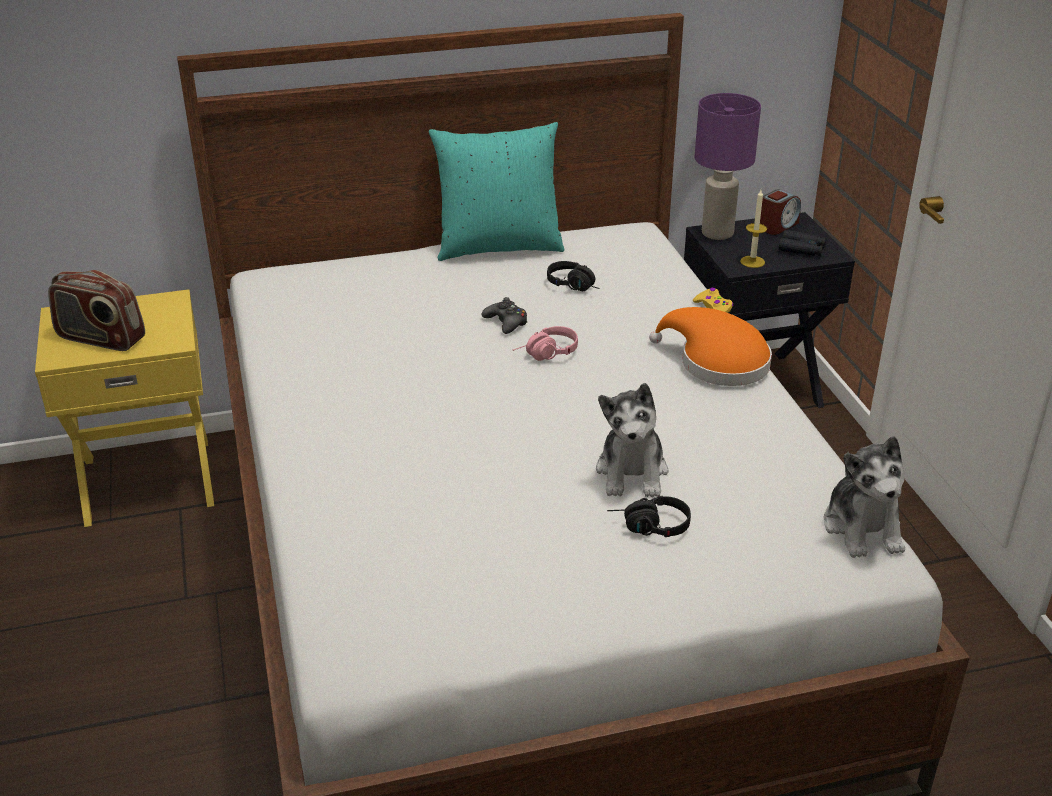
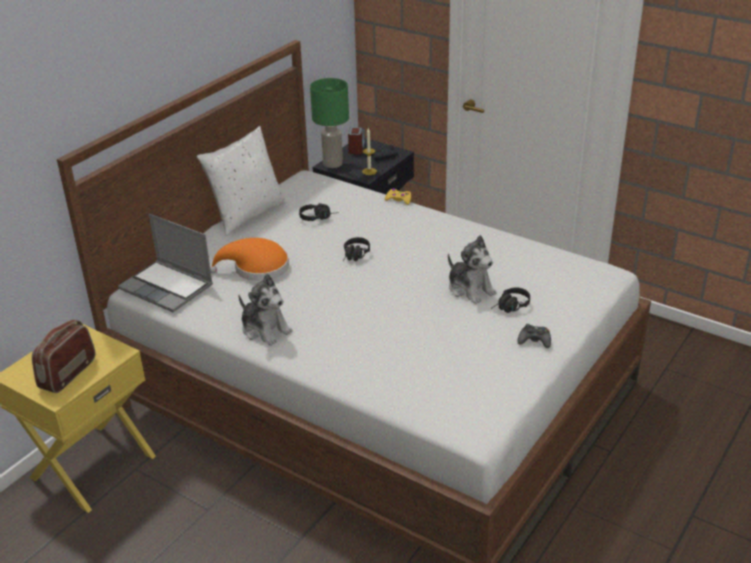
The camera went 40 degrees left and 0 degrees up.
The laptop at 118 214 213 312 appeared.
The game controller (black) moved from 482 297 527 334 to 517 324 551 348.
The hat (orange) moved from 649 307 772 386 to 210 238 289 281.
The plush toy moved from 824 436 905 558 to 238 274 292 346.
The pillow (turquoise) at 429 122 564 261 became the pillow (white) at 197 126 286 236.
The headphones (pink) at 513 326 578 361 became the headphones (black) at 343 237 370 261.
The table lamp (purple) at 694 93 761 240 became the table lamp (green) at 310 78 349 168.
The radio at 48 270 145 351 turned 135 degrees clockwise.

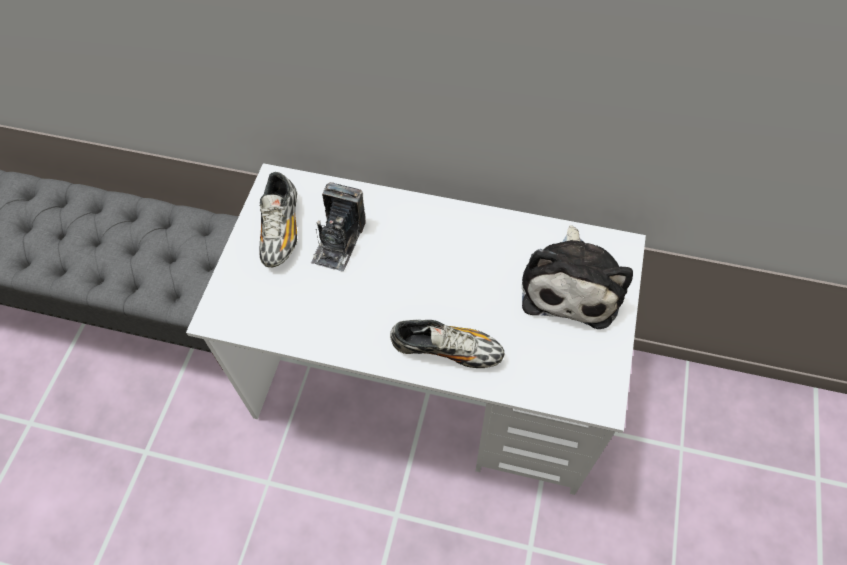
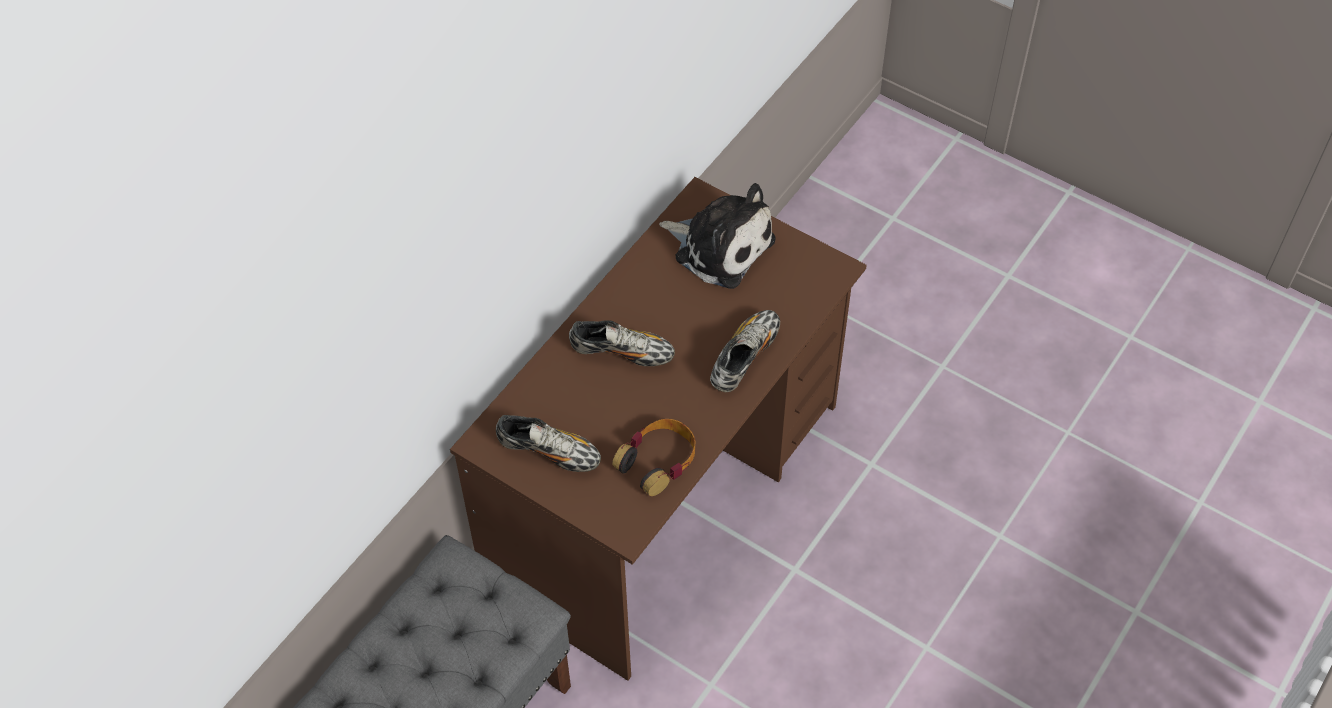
The camera went 70 degrees left and 5 degrees down.
The photo camera at 311 182 366 272 disappeared.
The shoe at 569 320 675 366 appeared.
The headphones at 612 419 695 496 appeared.
The desk (white) at 186 163 646 495 became the desk (brown) at 450 177 867 681.

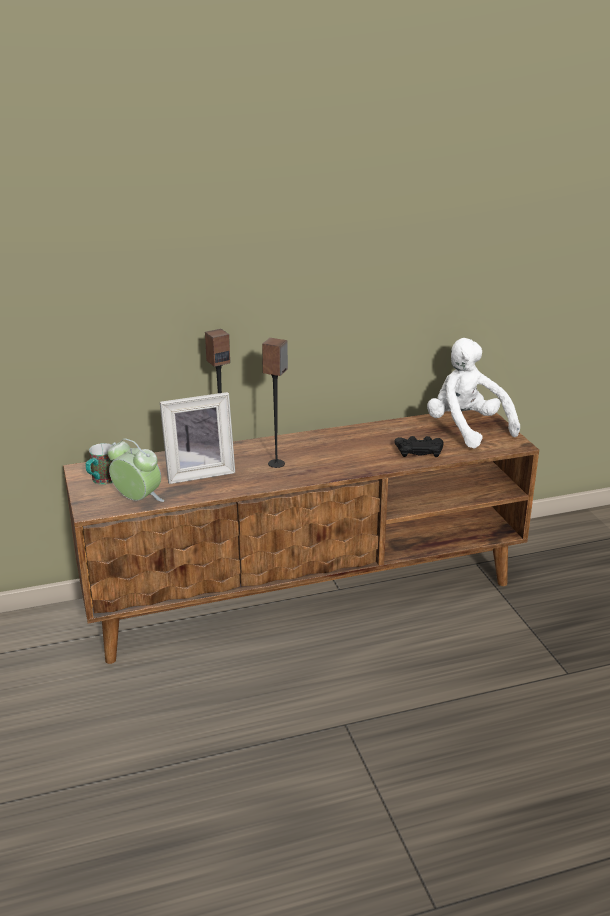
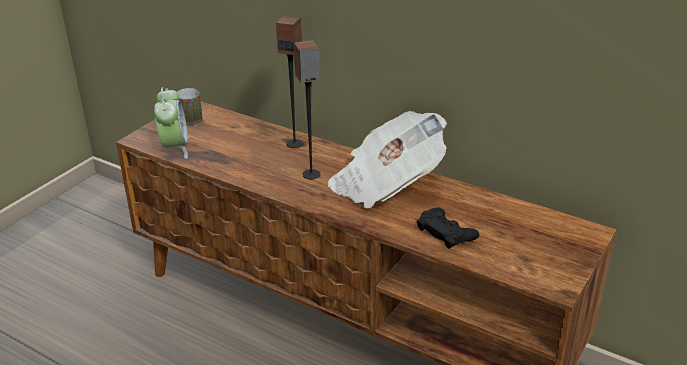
The camera went 50 degrees right and 5 degrees up.
The picture frame at 160 392 235 484 disappeared.
The plush toy (white) at 427 338 520 448 disappeared.
The newspaper at 328 111 447 209 appeared.

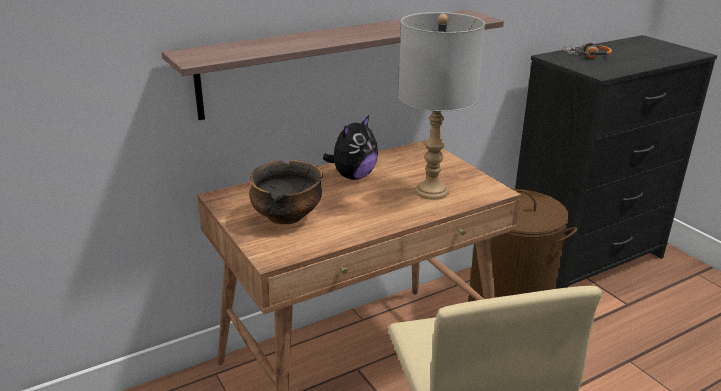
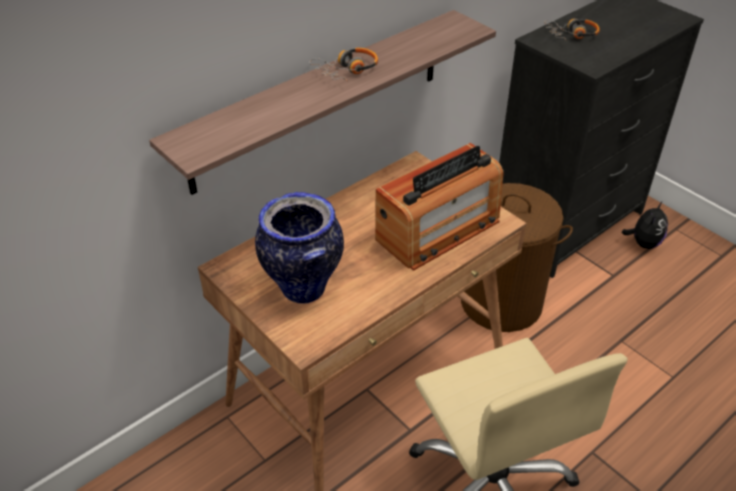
The camera went 10 degrees left and 15 degrees up.
The headphones at 309 48 378 81 appeared.
The plush toy moved from 323 115 378 180 to 621 202 668 249.
The bowl at 249 160 323 224 was replaced by the vase at 255 192 344 304.
The table lamp (grey) at 398 12 485 200 was replaced by the radio at 375 143 504 271.

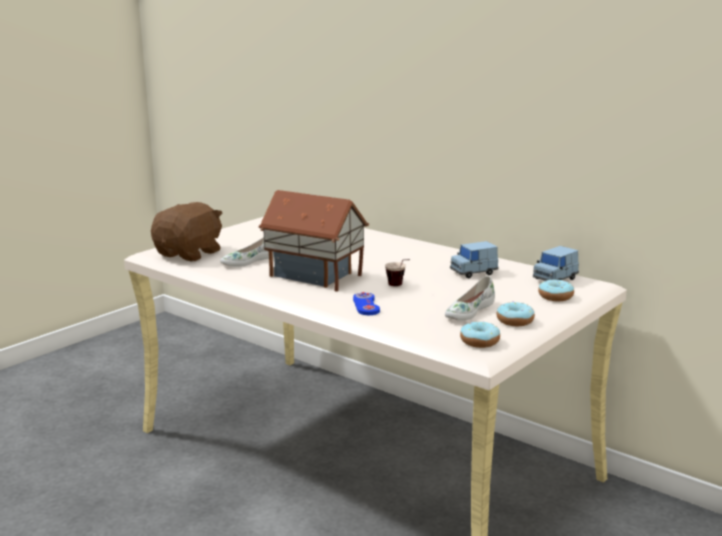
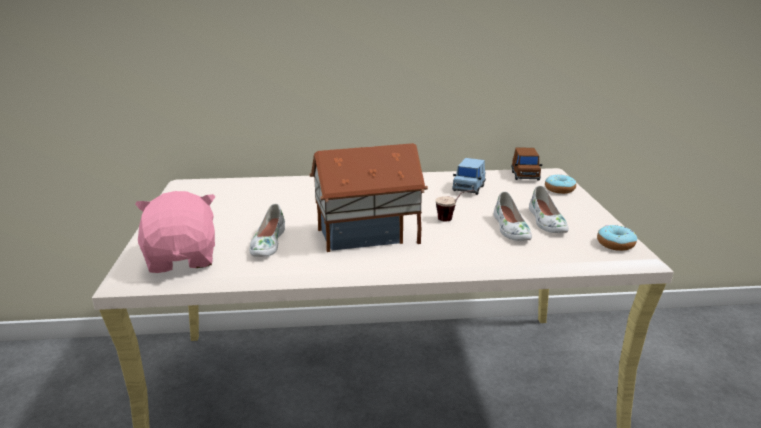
The camera went 45 degrees left and 5 degrees up.
The game controller (blue) at 353 292 380 315 disappeared.
The donut at 497 301 535 326 disappeared.
The shoe (white) at 494 192 532 241 appeared.
The plush toy (brown) at 151 202 223 261 became the plush toy (pink) at 135 191 215 273.
The toy car (blue) at 533 246 579 281 became the toy car (brown) at 511 147 542 181.

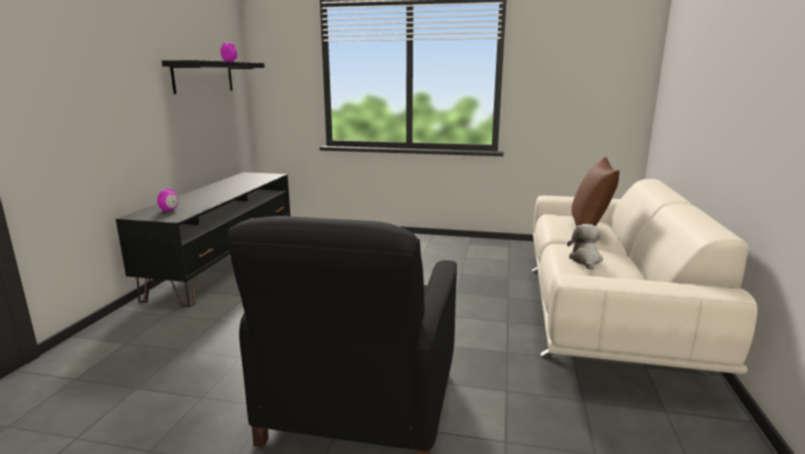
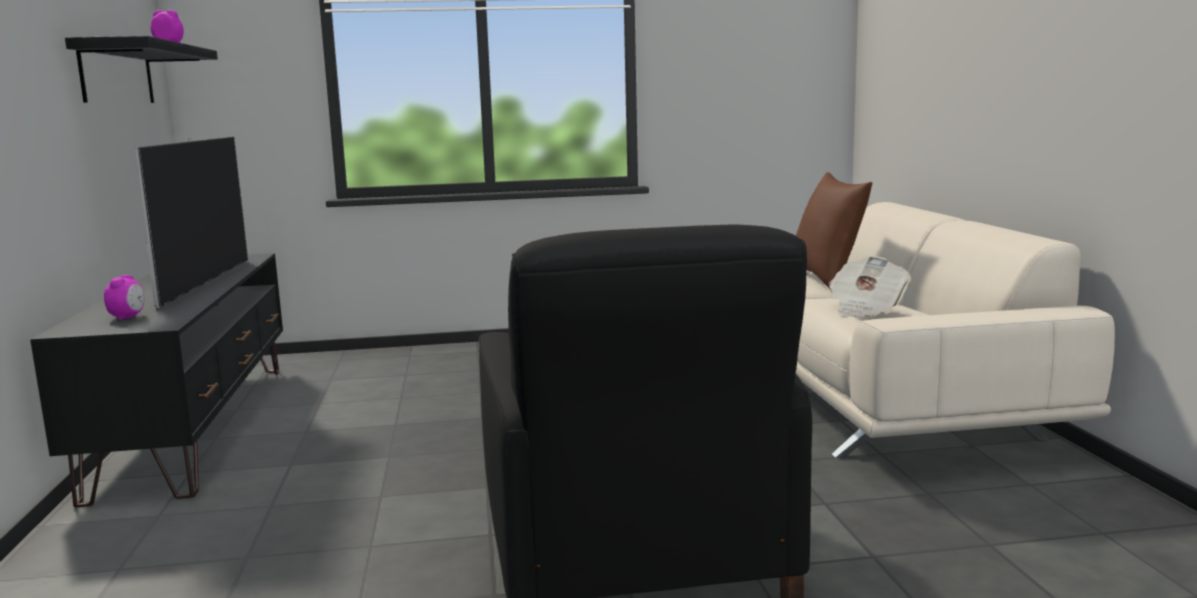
The camera went 20 degrees left and 5 degrees down.
The television at 135 137 248 308 appeared.
The plush toy at 567 224 603 270 was replaced by the newspaper at 829 256 911 317.

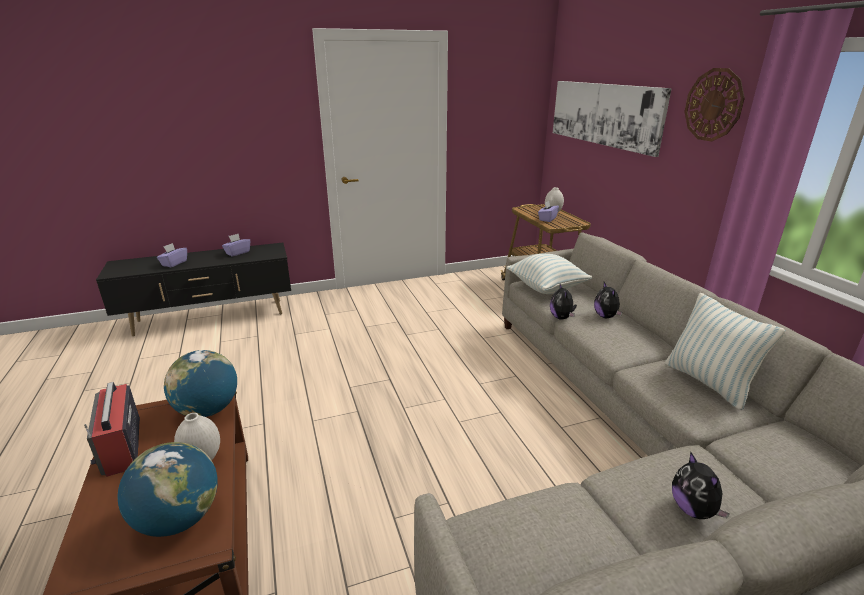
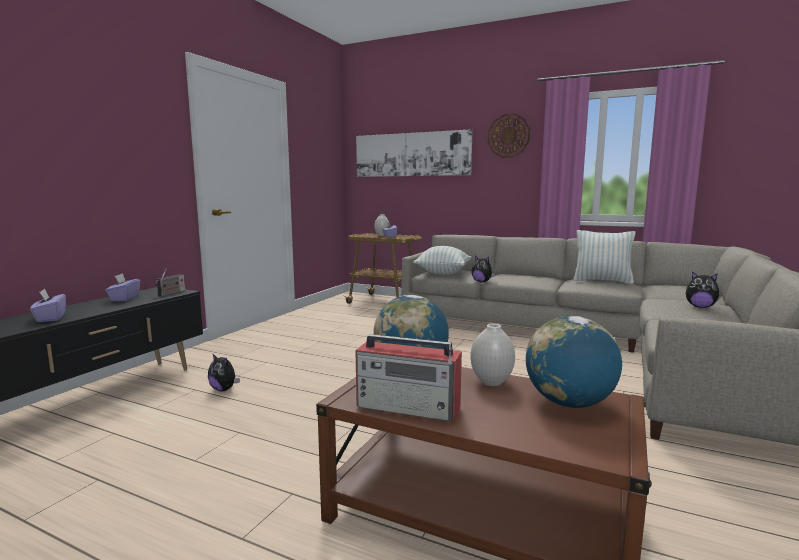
The camera went 45 degrees left and 15 degrees down.
The radio at 155 268 185 296 appeared.
The plush toy moved from 594 282 622 318 to 208 353 240 391.

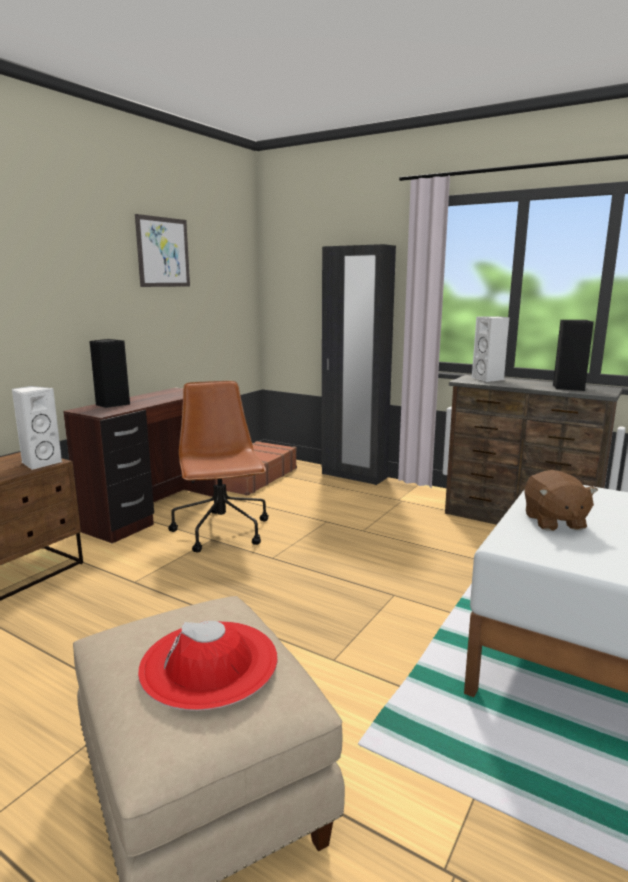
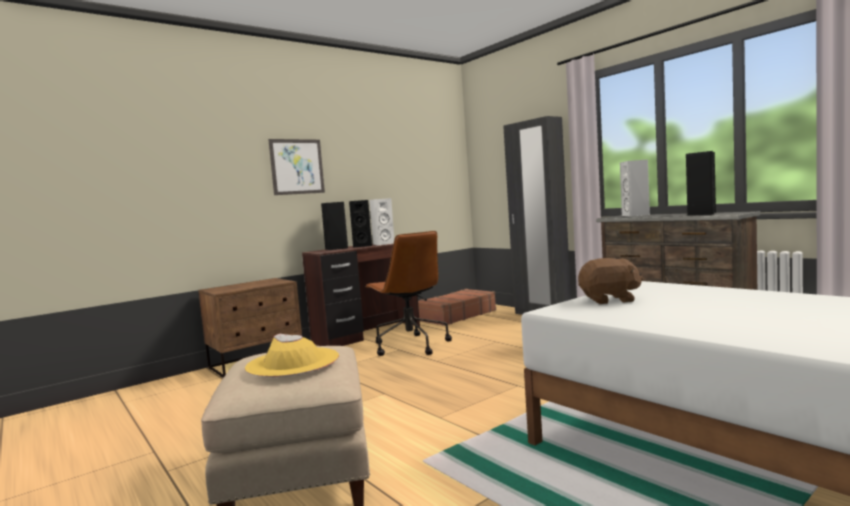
The camera went 20 degrees right and 10 degrees down.
The speaker (black) at 349 200 372 247 appeared.
The speaker (white) moved from 12 386 62 470 to 369 198 394 245.
The picture moved from 135 214 190 287 to 268 139 325 195.
The hat (red) at 138 621 278 711 became the hat (yellow) at 245 334 339 377.
The office chair (brown) at 168 381 269 553 turned 150 degrees clockwise.
The plush toy (brown) at 524 470 598 531 turned 105 degrees counterclockwise.

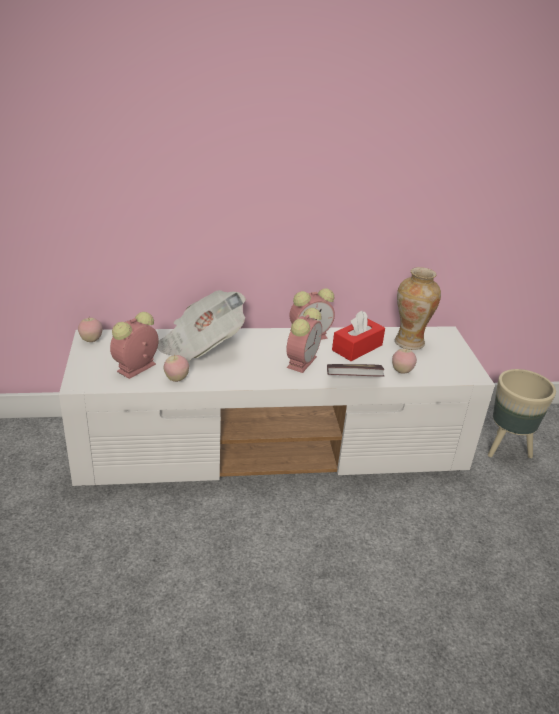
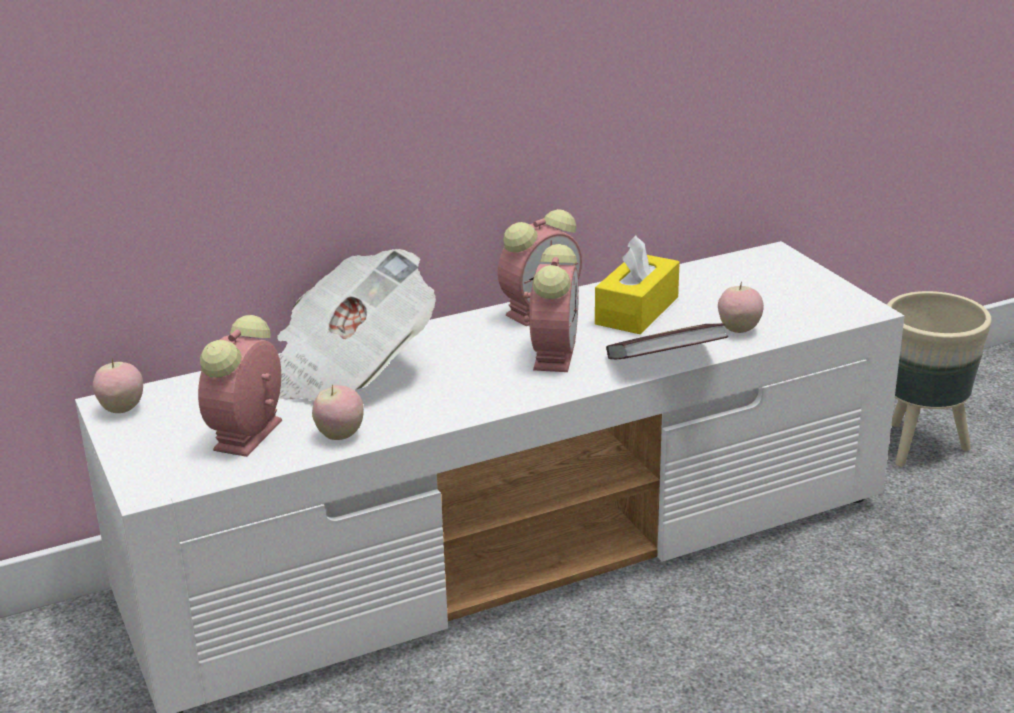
The camera went 15 degrees left and 5 degrees down.
The vase at 395 267 441 350 disappeared.
The tissue box (red) at 332 311 385 361 became the tissue box (yellow) at 595 235 680 334.

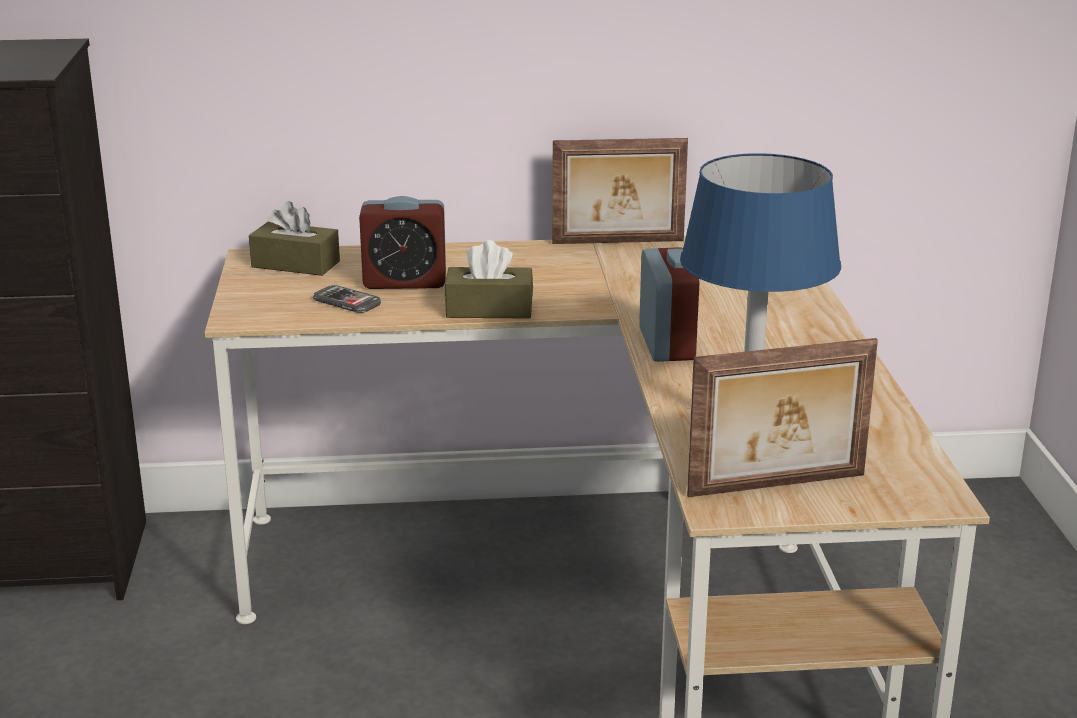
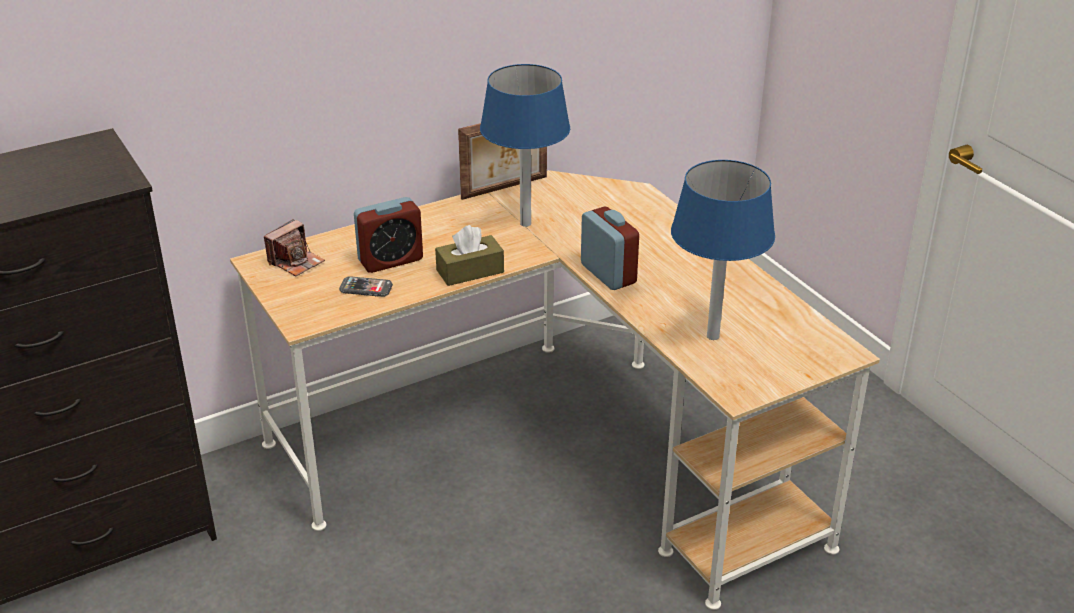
The camera went 25 degrees left and 10 degrees up.
The picture frame at 687 338 878 497 disappeared.
The table lamp (blue) at 480 64 570 227 appeared.
The tissue box (brown) at 249 201 340 276 was replaced by the photo camera at 264 219 325 276.

